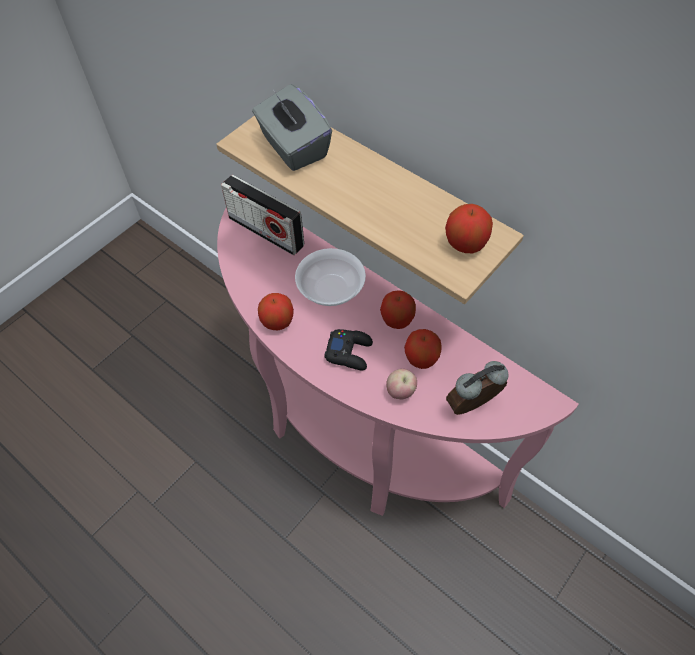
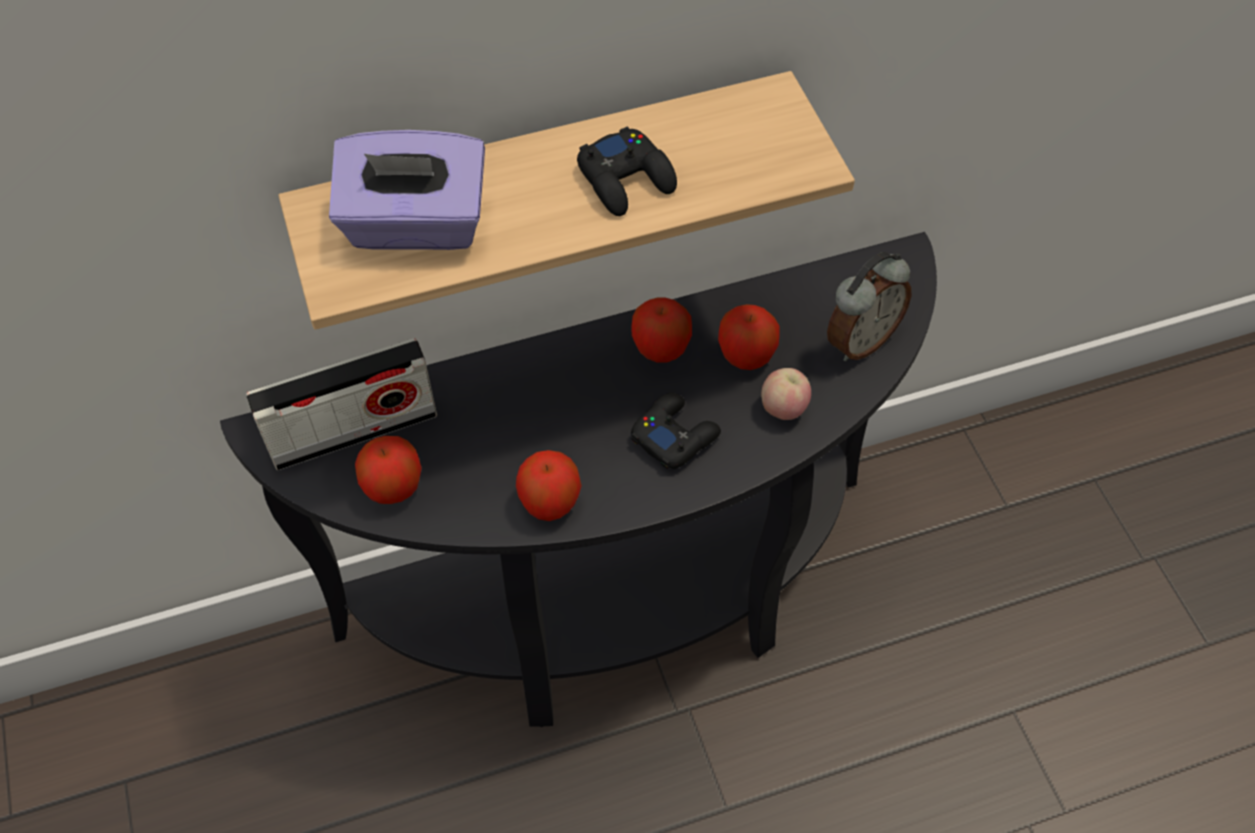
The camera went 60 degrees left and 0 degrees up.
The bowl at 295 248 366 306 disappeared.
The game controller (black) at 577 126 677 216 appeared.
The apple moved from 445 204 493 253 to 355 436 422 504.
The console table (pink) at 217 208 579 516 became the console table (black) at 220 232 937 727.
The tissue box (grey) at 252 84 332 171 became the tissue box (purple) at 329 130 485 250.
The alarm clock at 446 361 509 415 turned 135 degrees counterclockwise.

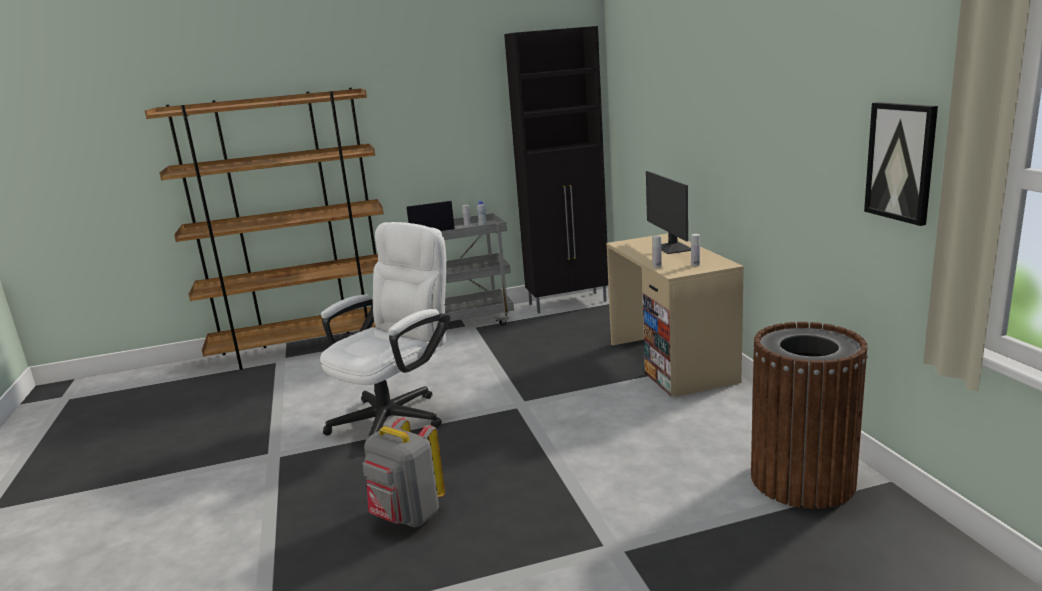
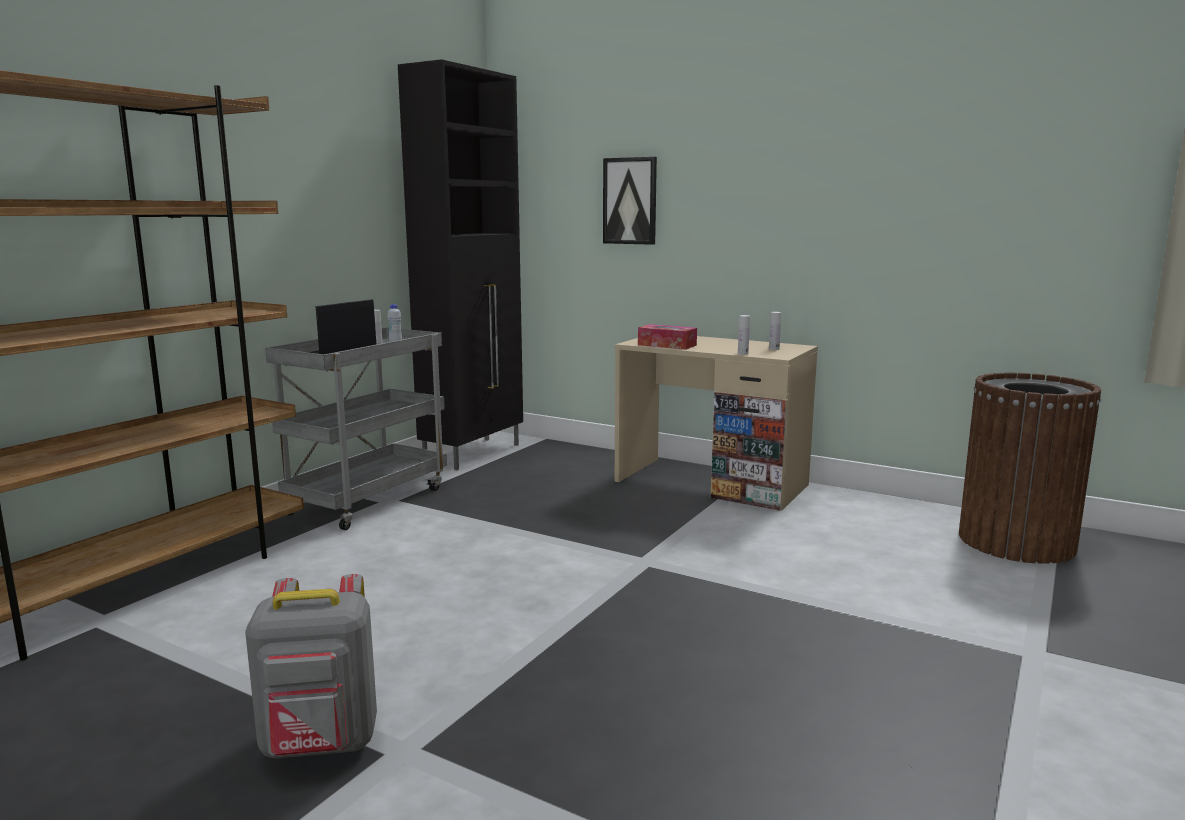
The camera went 45 degrees left and 5 degrees down.
The office chair (white) at 320 222 450 437 disappeared.
The monitor at 646 171 691 254 disappeared.
The tissue box at 638 324 697 350 appeared.
The backpack (grey) moved from 362 417 445 528 to 245 574 377 759.
The picture moved from 864 102 938 226 to 603 157 657 245.

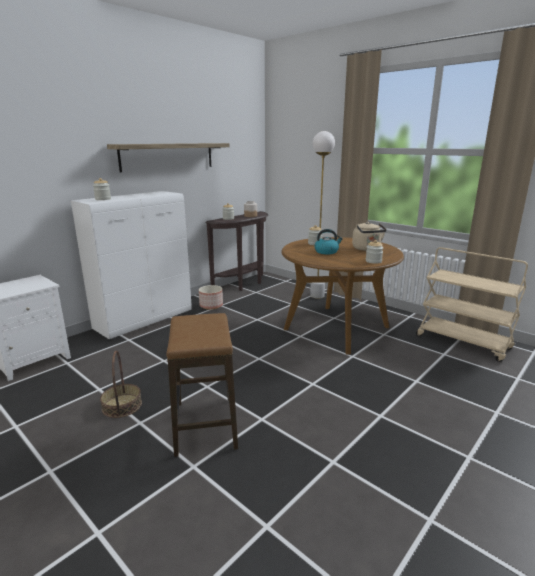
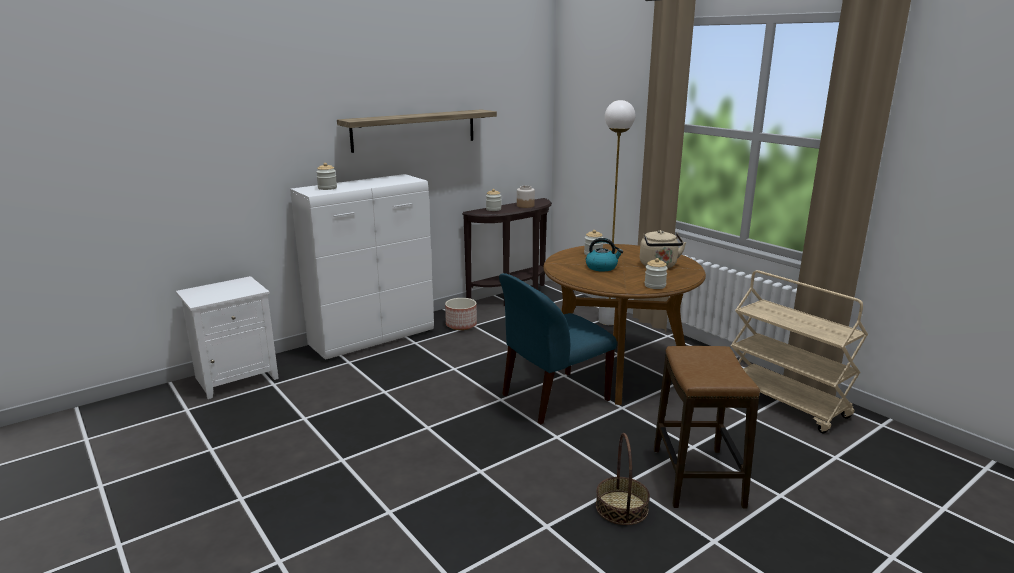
The camera went 10 degrees right and 0 degrees up.
The chair (blue) at 499 273 617 424 appeared.
The basket moved from 100 350 142 418 to 596 433 650 525.
The stool moved from 166 313 238 457 to 654 346 760 508.

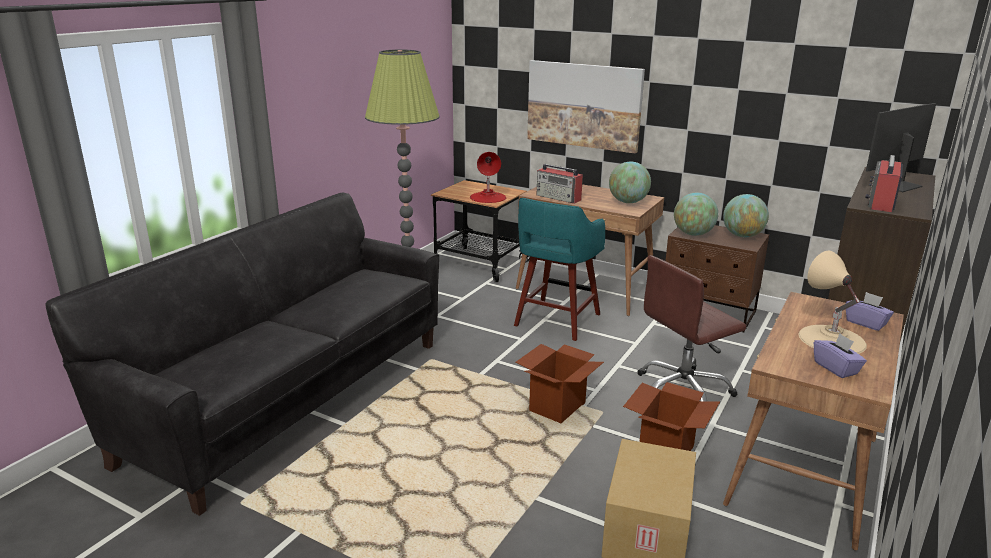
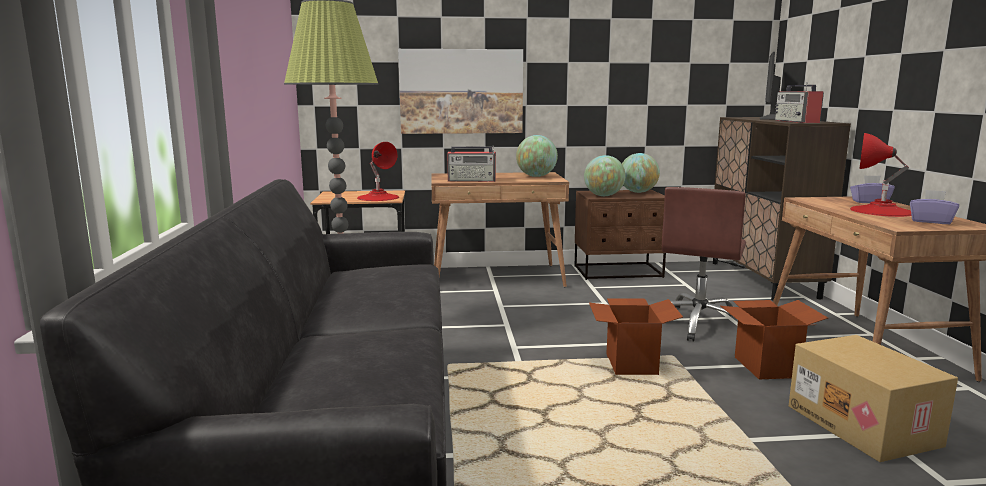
The camera went 35 degrees left and 10 degrees down.
The stool (turquoise) at 514 198 605 341 disappeared.
The table lamp (beige) at 799 251 867 354 became the table lamp (red) at 850 133 911 217.

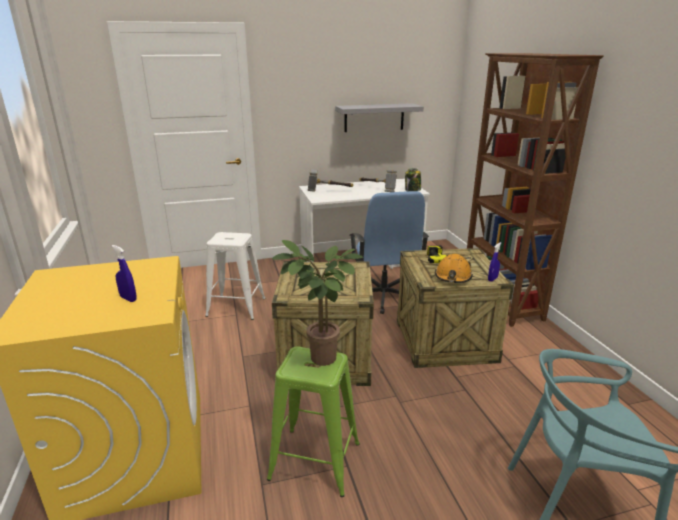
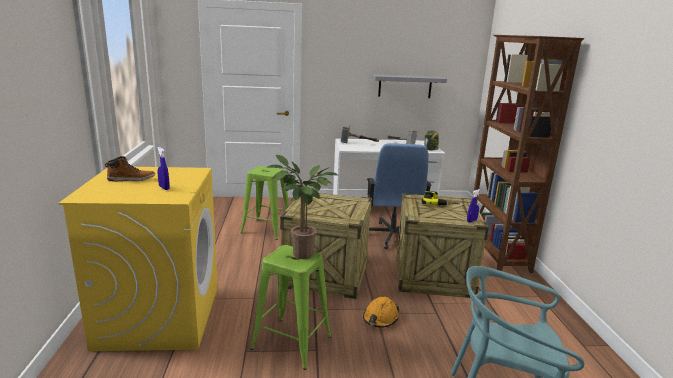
The camera went 10 degrees right and 5 degrees down.
The boot at 105 156 155 181 appeared.
The hard hat (orange) moved from 435 254 473 283 to 363 297 400 328.
The stool (white) at 205 232 266 320 became the stool (green) at 240 166 289 240.

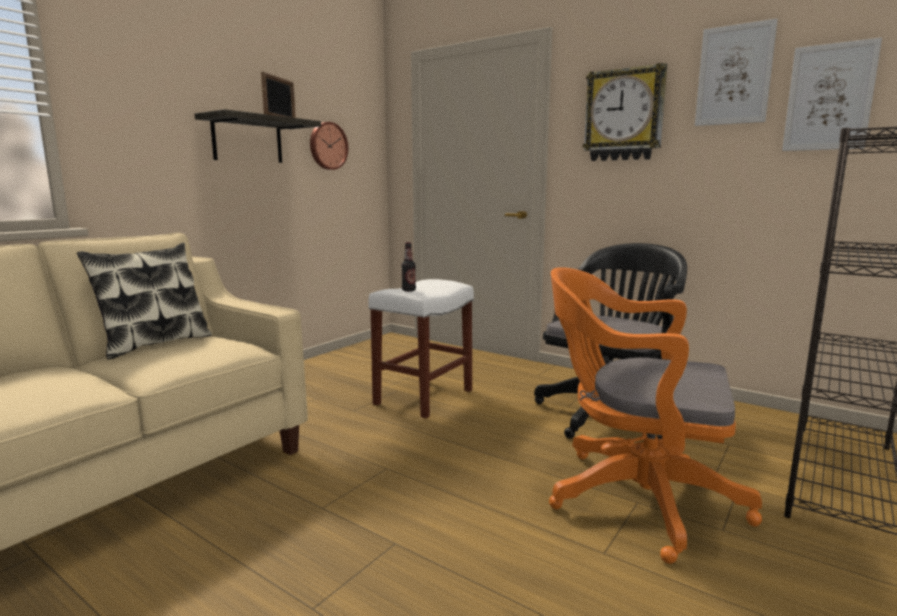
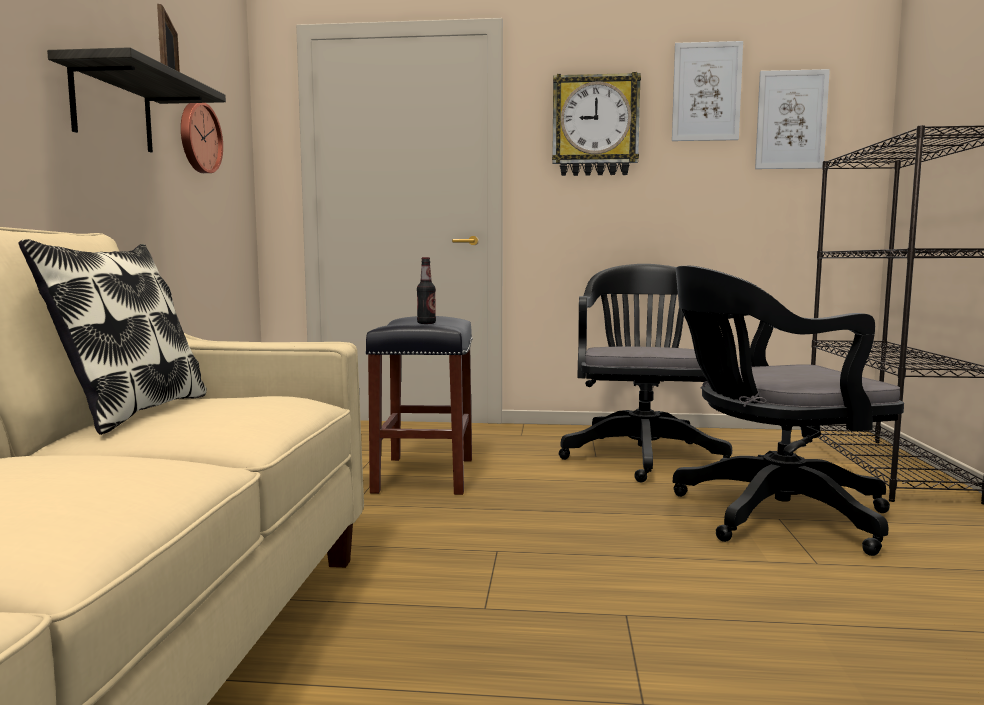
The camera went 30 degrees left and 5 degrees down.
The stool (white) at 368 279 474 418 became the stool (black) at 365 316 473 495.
The office chair (orange) at 549 267 762 564 became the office chair (black) at 673 266 904 556.

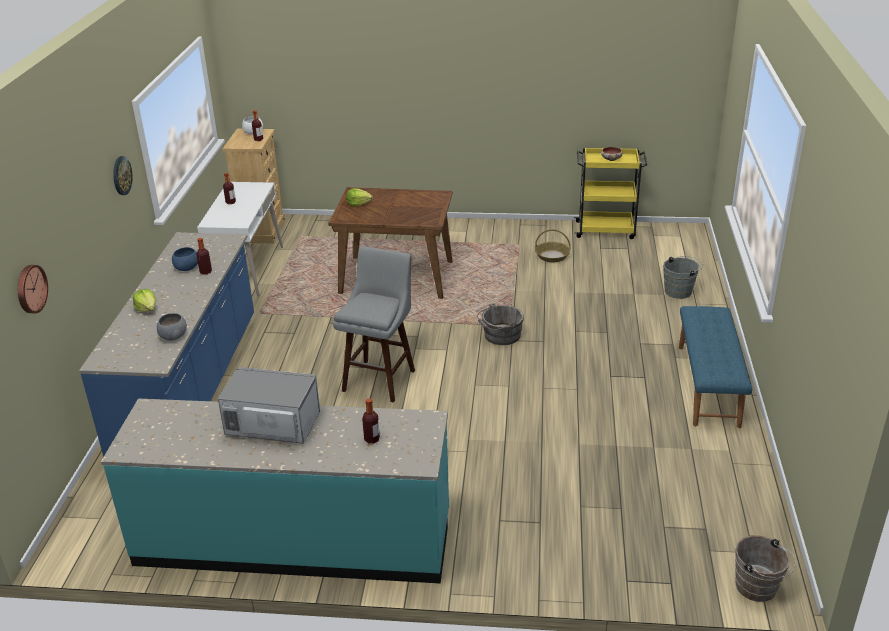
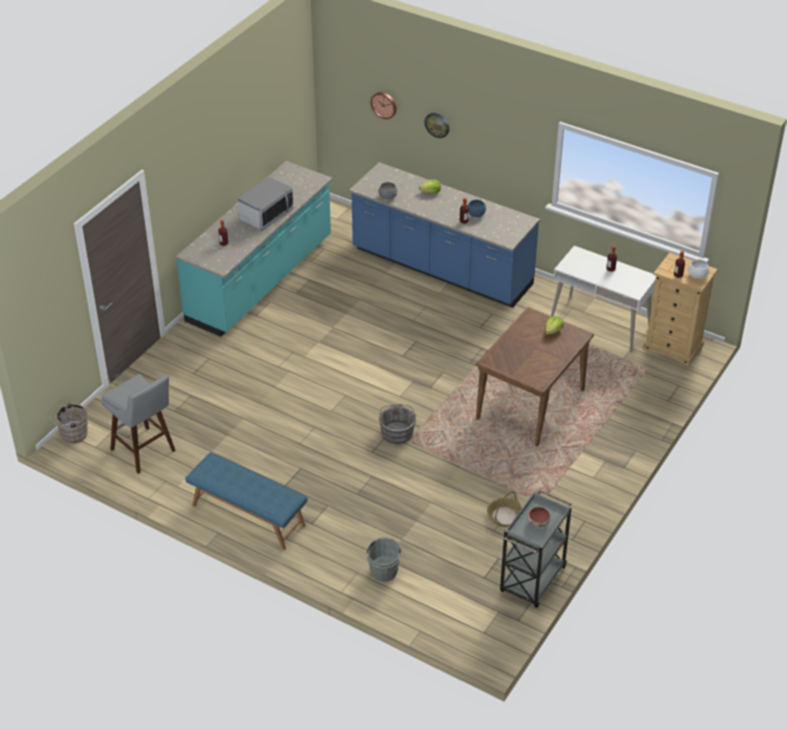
The camera went 115 degrees right and 10 degrees up.
The wall clock moved from 113 156 132 195 to 424 113 449 138.
The stool (grey) moved from 333 246 415 403 to 101 374 176 474.
The cart (yellow) at 574 148 647 239 became the cart (grey) at 500 490 572 608.

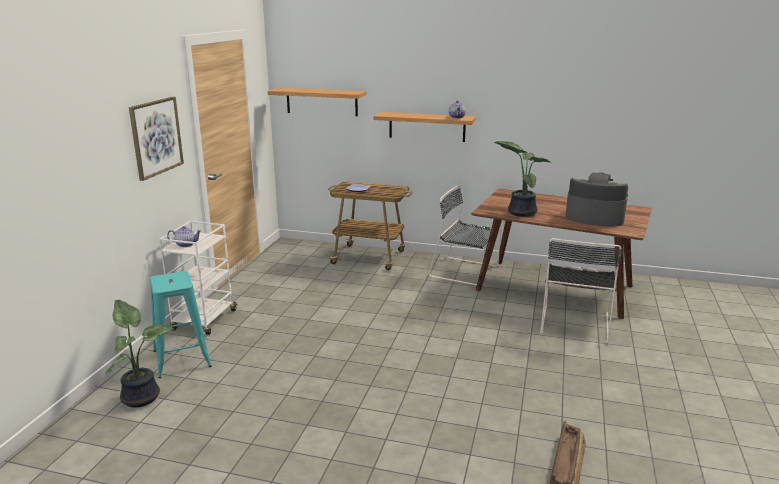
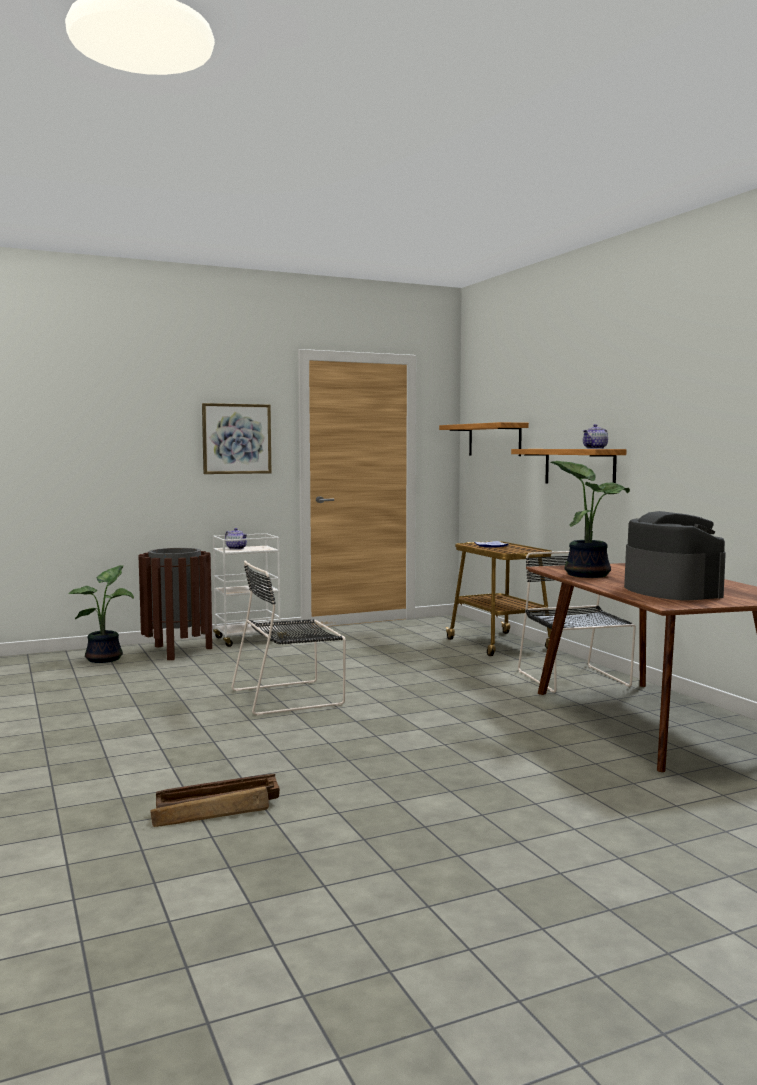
The camera went 50 degrees right and 15 degrees down.
The chair (black) moved from 540 238 622 343 to 231 560 346 715.
The stool (turquoise) at 150 271 212 378 was replaced by the trash can (brown) at 139 548 212 660.

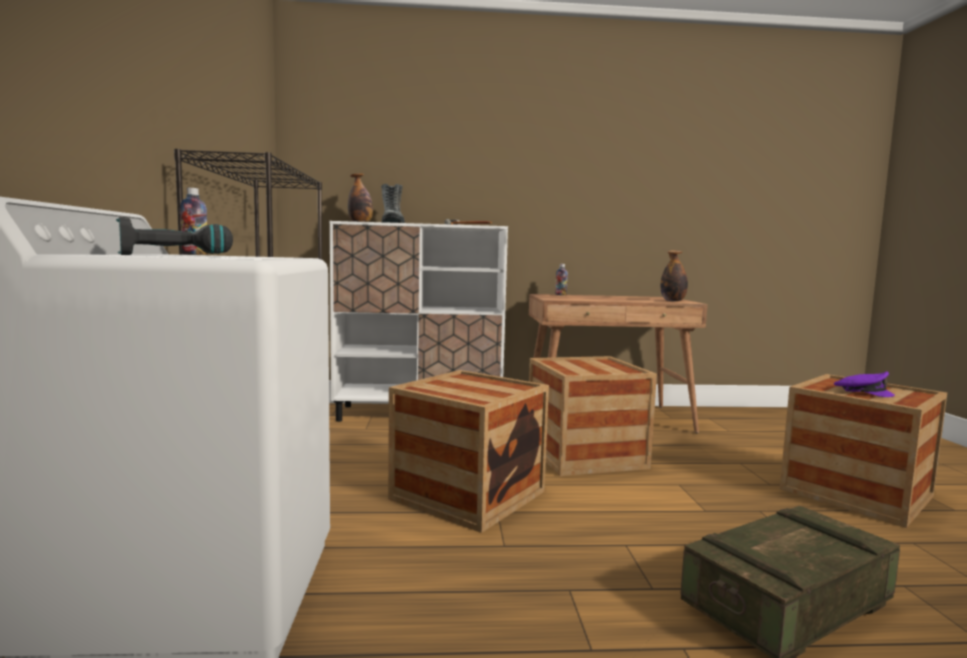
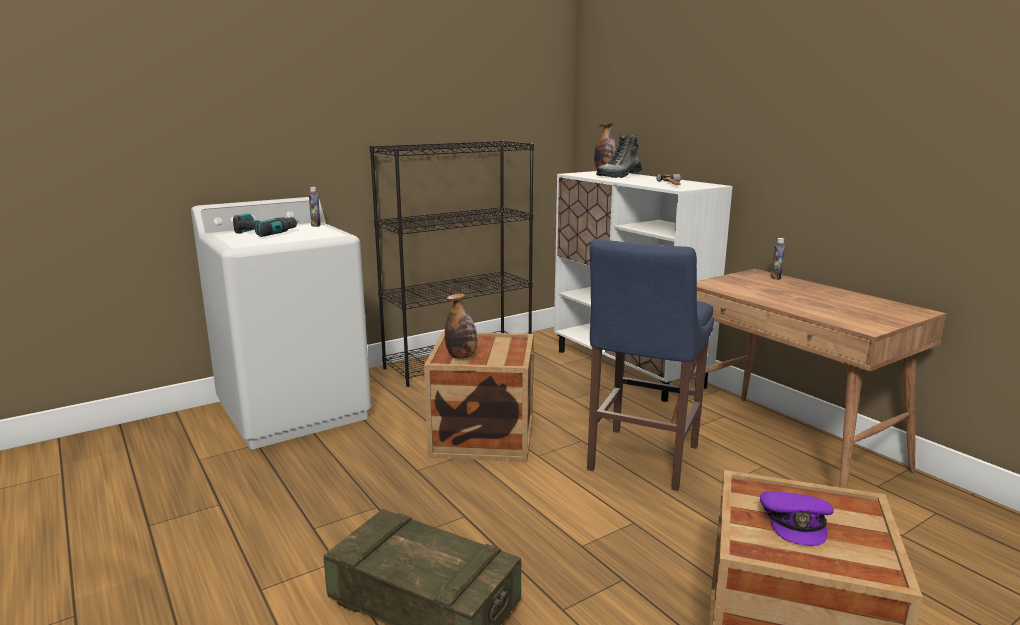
The camera went 60 degrees right and 10 degrees up.
The bottle moved from 661 250 688 301 to 445 293 478 359.
The crate at 529 356 657 476 was replaced by the stool (blue) at 587 239 714 491.

